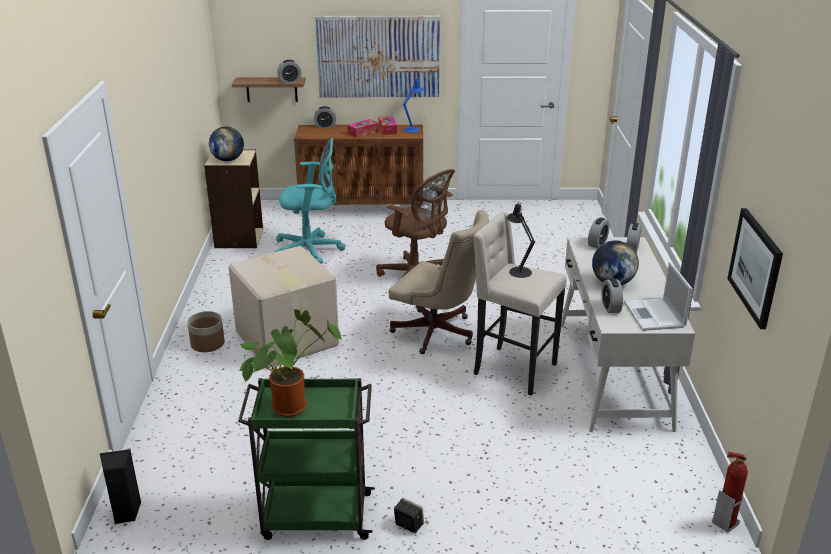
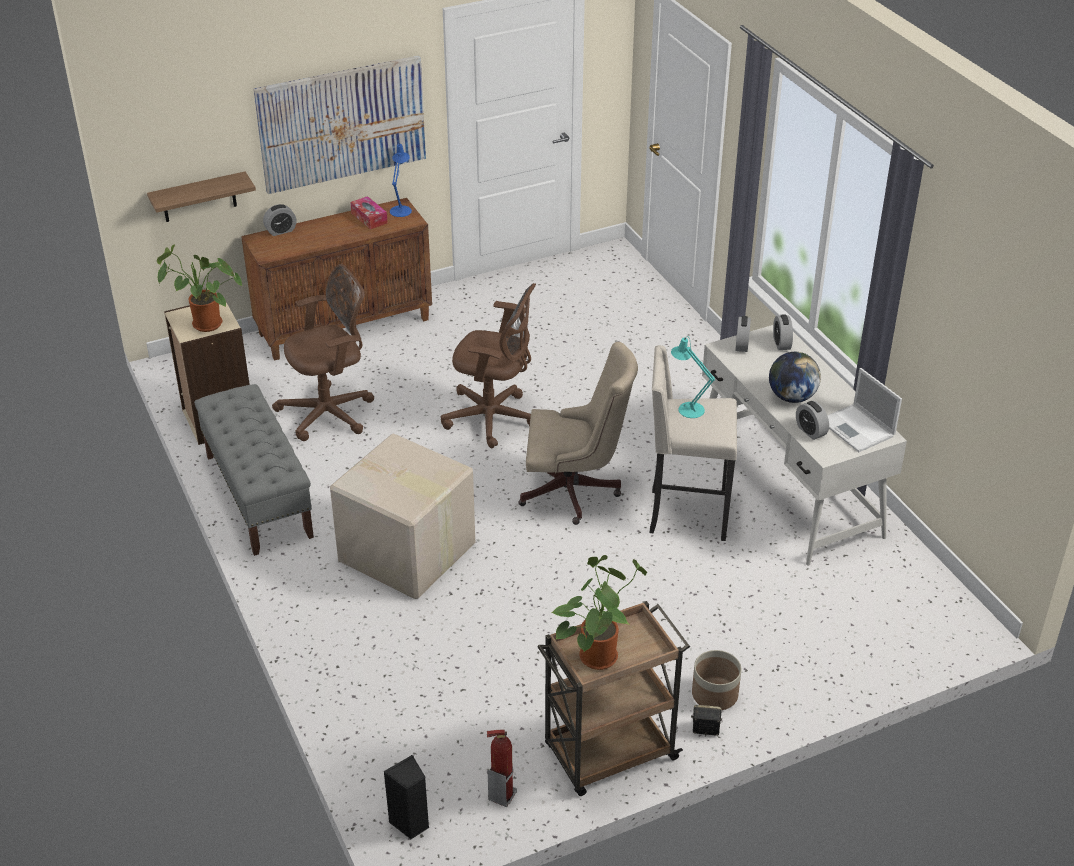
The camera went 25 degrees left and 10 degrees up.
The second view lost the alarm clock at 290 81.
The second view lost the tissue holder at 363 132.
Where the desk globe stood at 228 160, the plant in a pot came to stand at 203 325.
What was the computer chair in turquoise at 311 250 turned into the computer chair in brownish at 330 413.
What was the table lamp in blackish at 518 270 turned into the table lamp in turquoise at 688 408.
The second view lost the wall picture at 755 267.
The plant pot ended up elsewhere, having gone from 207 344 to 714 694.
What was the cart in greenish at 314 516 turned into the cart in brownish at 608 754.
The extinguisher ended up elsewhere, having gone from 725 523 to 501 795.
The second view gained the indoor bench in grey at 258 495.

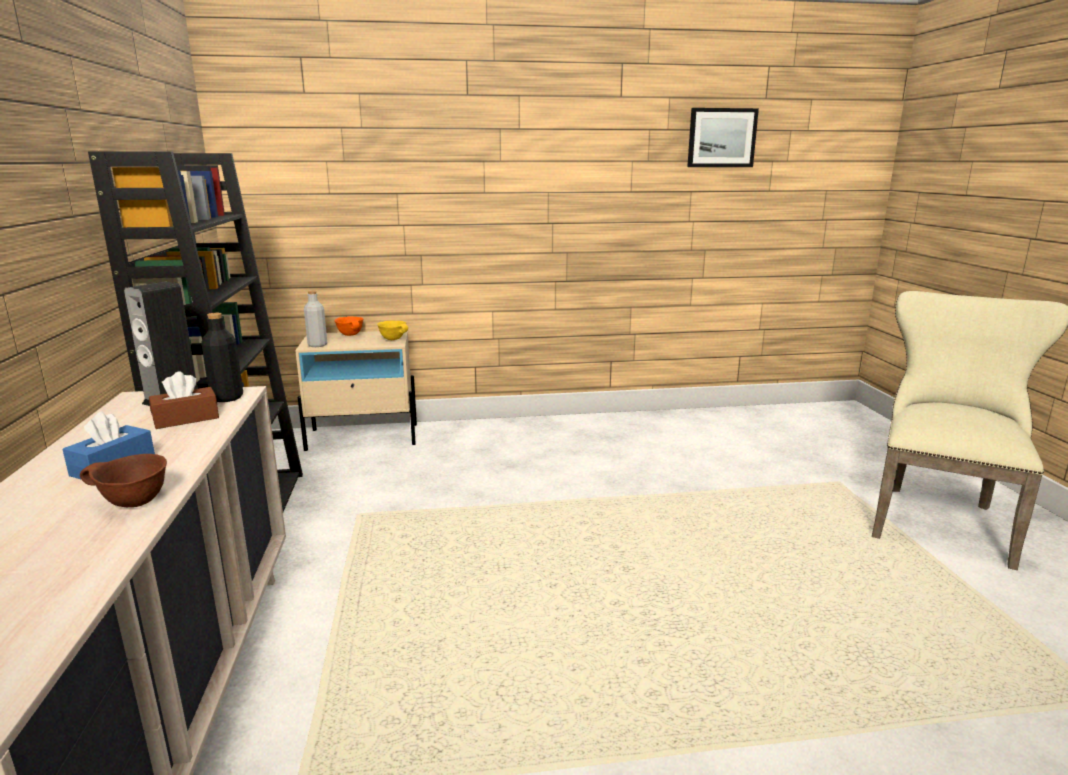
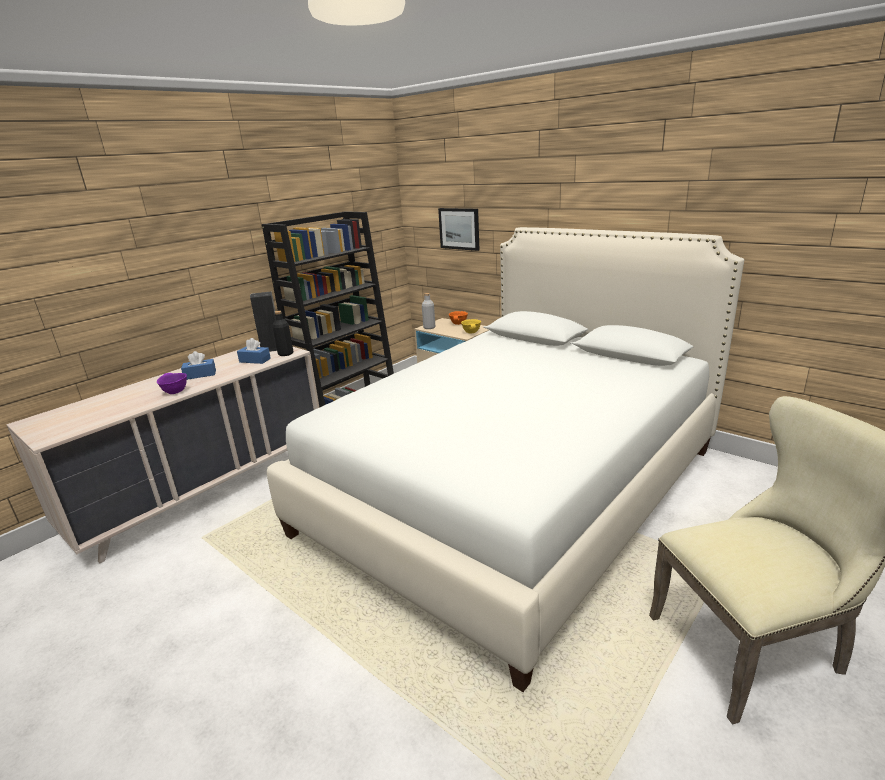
The camera went 50 degrees right and 5 degrees up.
The wall picture ended up elsewhere, having gone from 721 138 to 459 228.
What was the tissue holder in brownish at 186 419 turned into the tissue holder in bluish at 255 360.
What was the deep dish in brownish at 133 503 turned into the deep dish in purple-coloured at 174 392.
The second view gained the bed in white-coloured at 515 490.

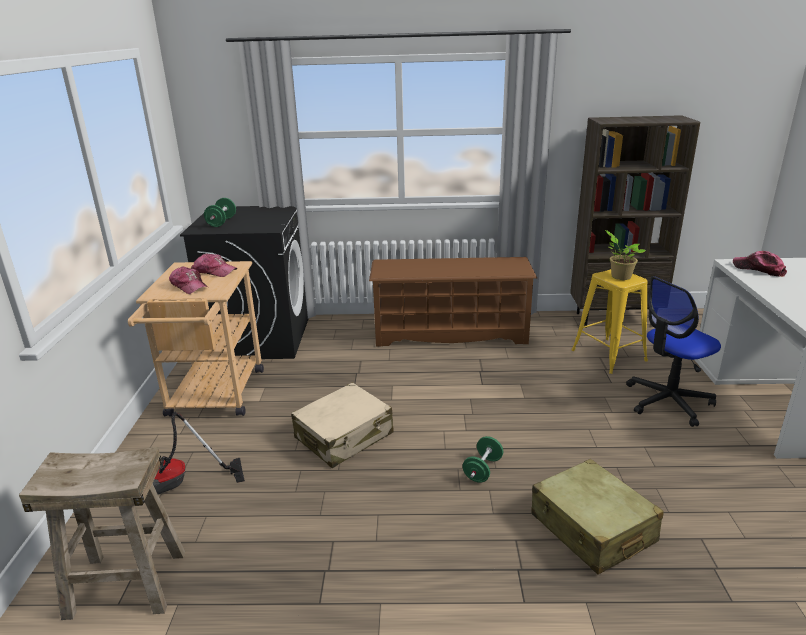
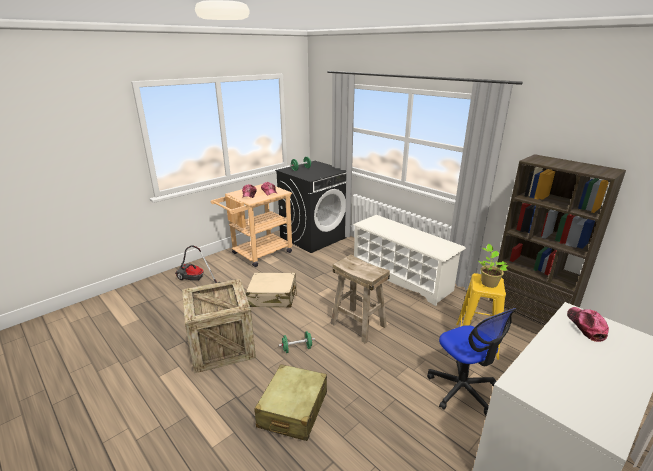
The camera went 45 degrees right and 0 degrees up.
What was the shoe rack in brownish at 451 333 turned into the shoe rack in white-coloured at 402 277.
The computer chair at 668 402 ended up facing another way, 135 degrees counterclockwise from before.
The sitting stool in beige-coloured ended up elsewhere, having gone from 126 585 to 357 325.
The second view gained the crate at 222 346.

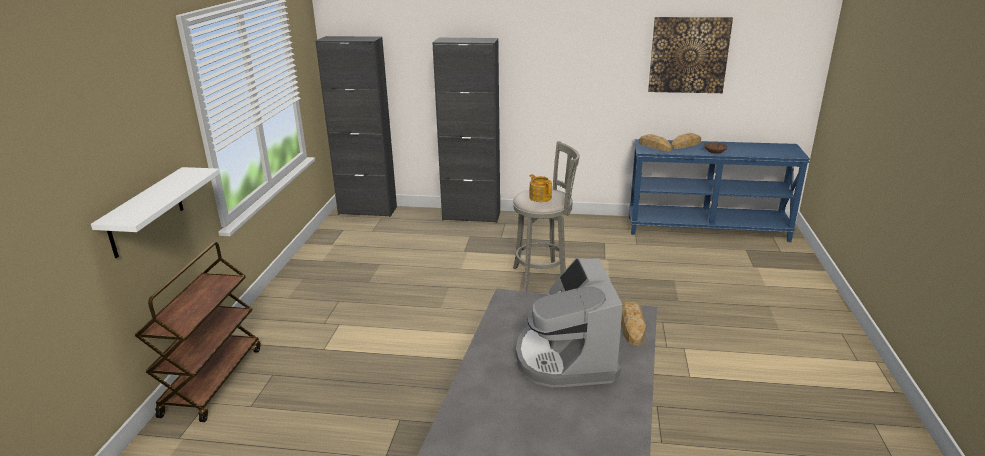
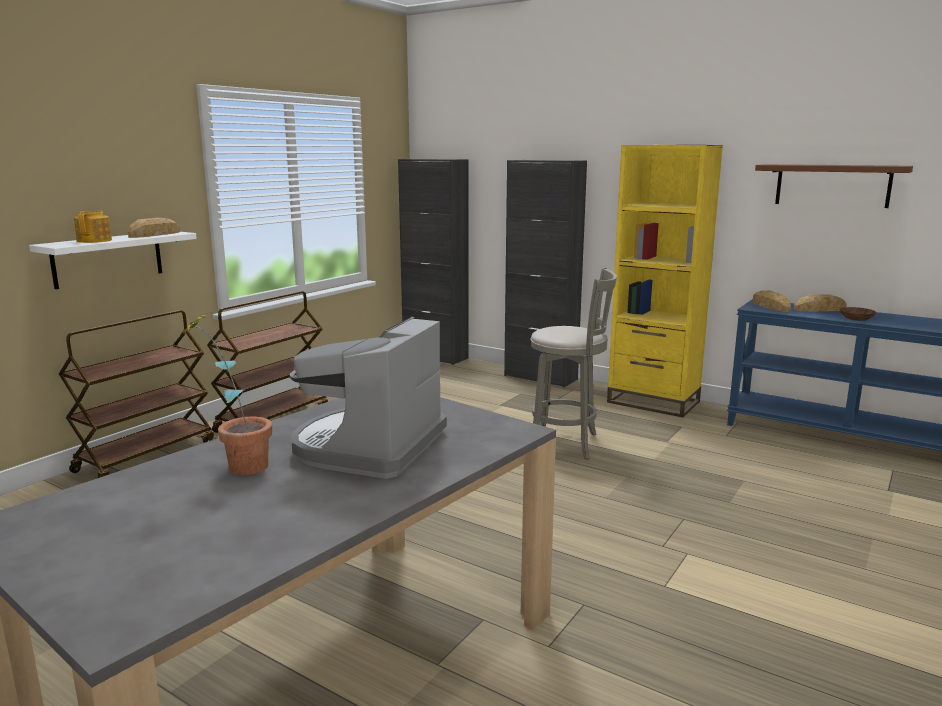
The camera went 25 degrees right and 10 degrees down.
Where the wall picture hung at 688 55, the shelf in brownish came to hang at 832 185.
The tea pot ended up elsewhere, having gone from 540 197 to 95 240.
The baked bread ended up elsewhere, having gone from 631 326 to 155 234.
The second view gained the shelving unit in yellowish at 653 402.
The second view gained the cart in brownish at 273 419.
The second view gained the plant in a pot at 236 466.

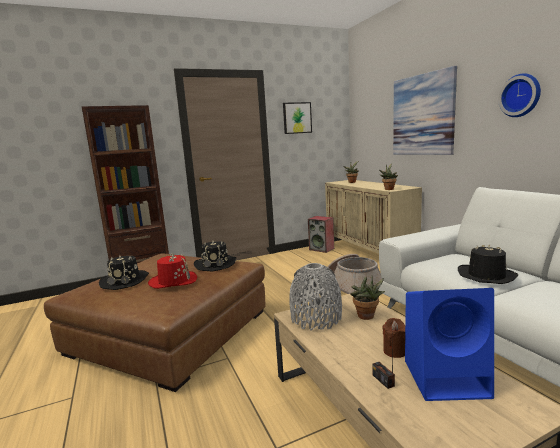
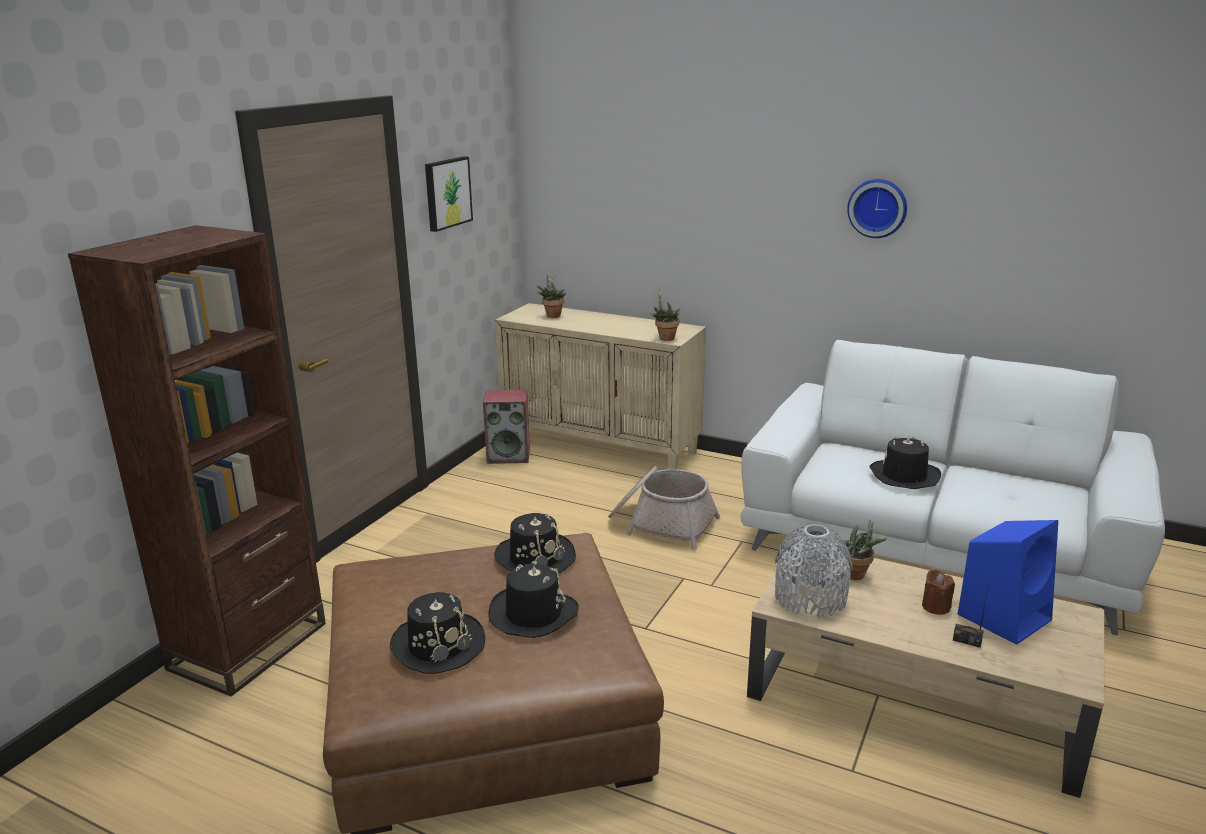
The camera went 40 degrees left and 10 degrees up.
The second view lost the wall picture at 422 115.
What was the clothing hat in red-coloured at 173 281 turned into the clothing hat in blackish at 532 614.

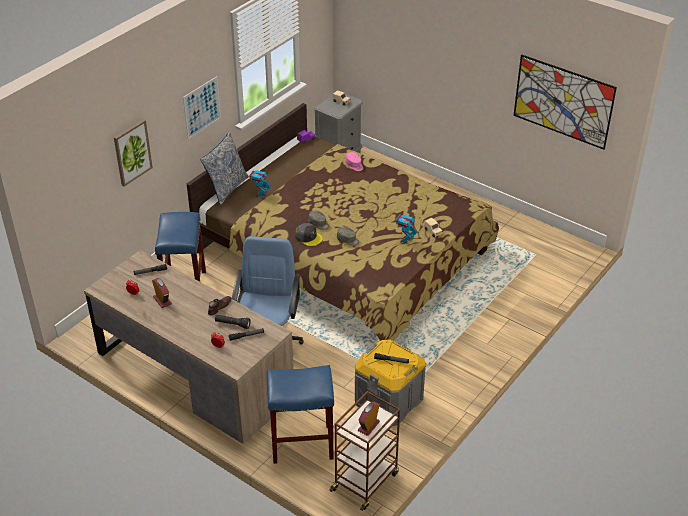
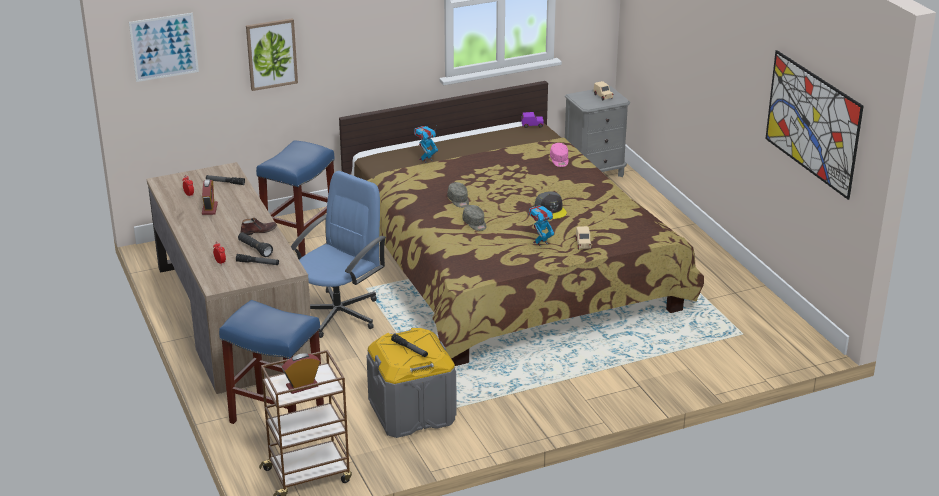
The camera went 30 degrees right and 10 degrees down.
The wall picture ended up elsewhere, having gone from 202 107 to 164 47.
The second view lost the throw pillow at 226 188.
The cap in grey ended up elsewhere, having gone from 308 237 to 550 210.

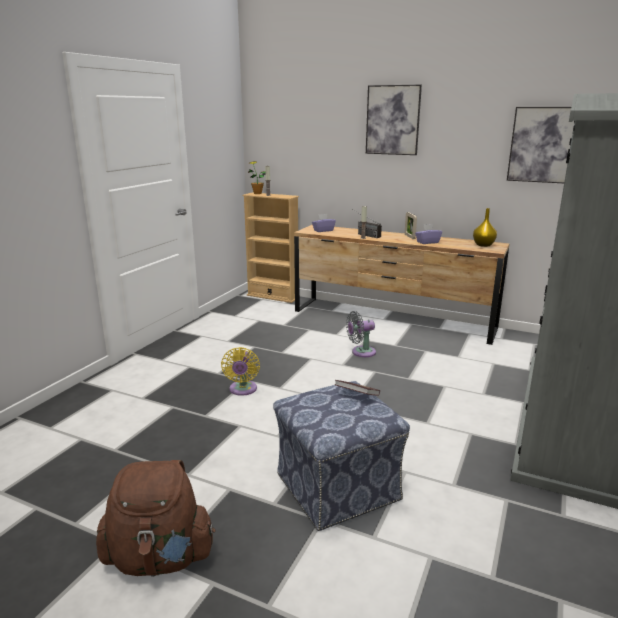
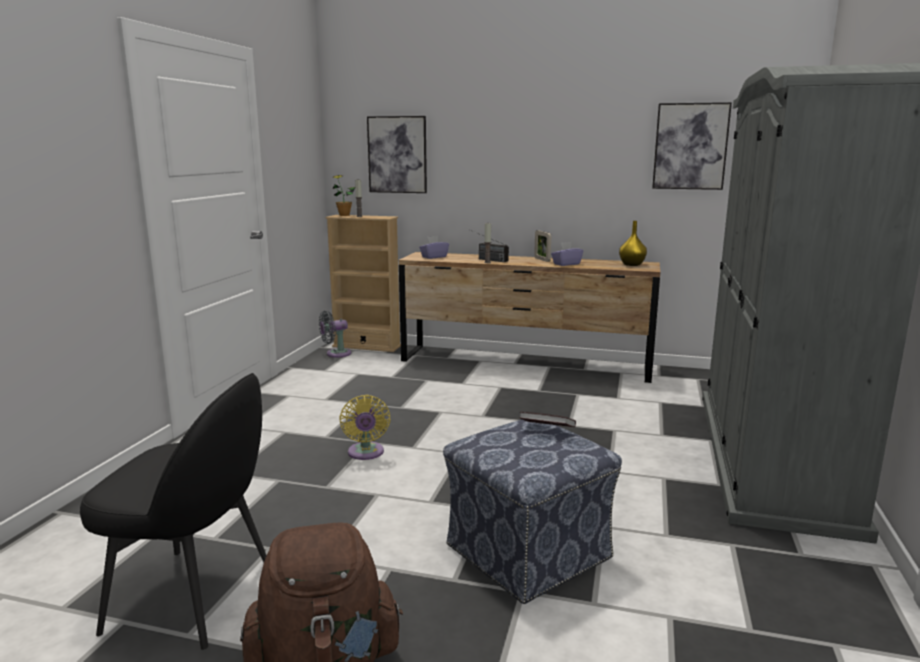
The camera went 10 degrees left and 5 degrees down.
The wall picture ended up elsewhere, having gone from 393 120 to 397 154.
The fan in grey ended up elsewhere, having gone from 361 352 to 336 354.
The second view gained the upright chair in blackish at 194 596.

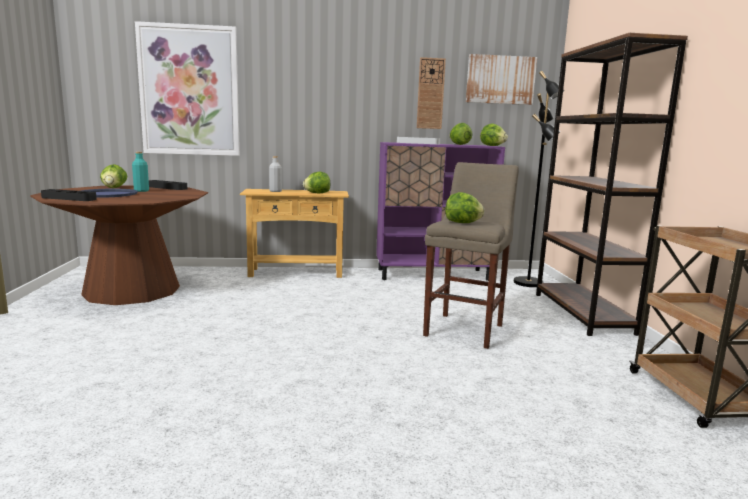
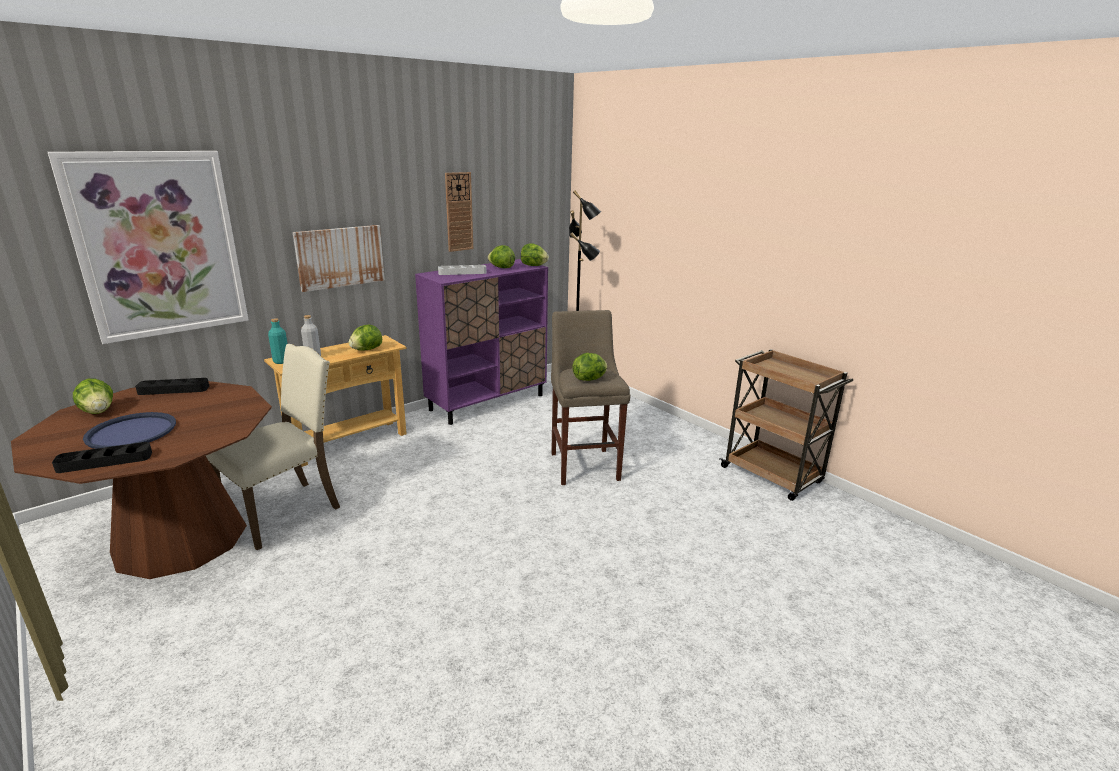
The camera went 35 degrees left and 10 degrees up.
The second view lost the shelving unit in brownish at 582 313.
The wall picture ended up elsewhere, having gone from 500 80 to 340 257.
The bottle in turquoise ended up elsewhere, having gone from 141 191 to 281 361.
The second view gained the upright chair in beige-coloured at 285 511.

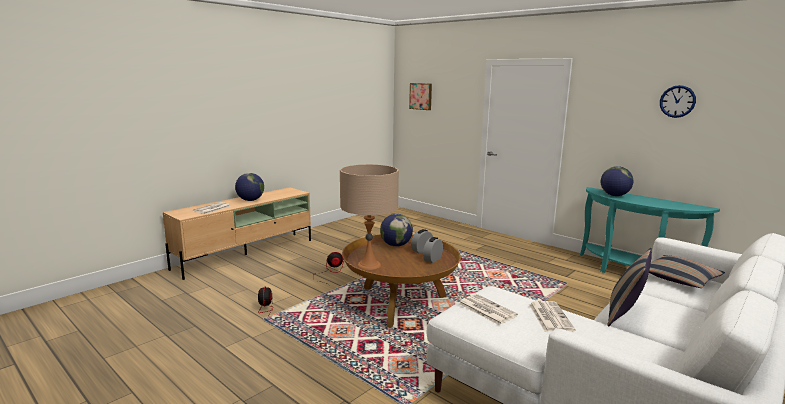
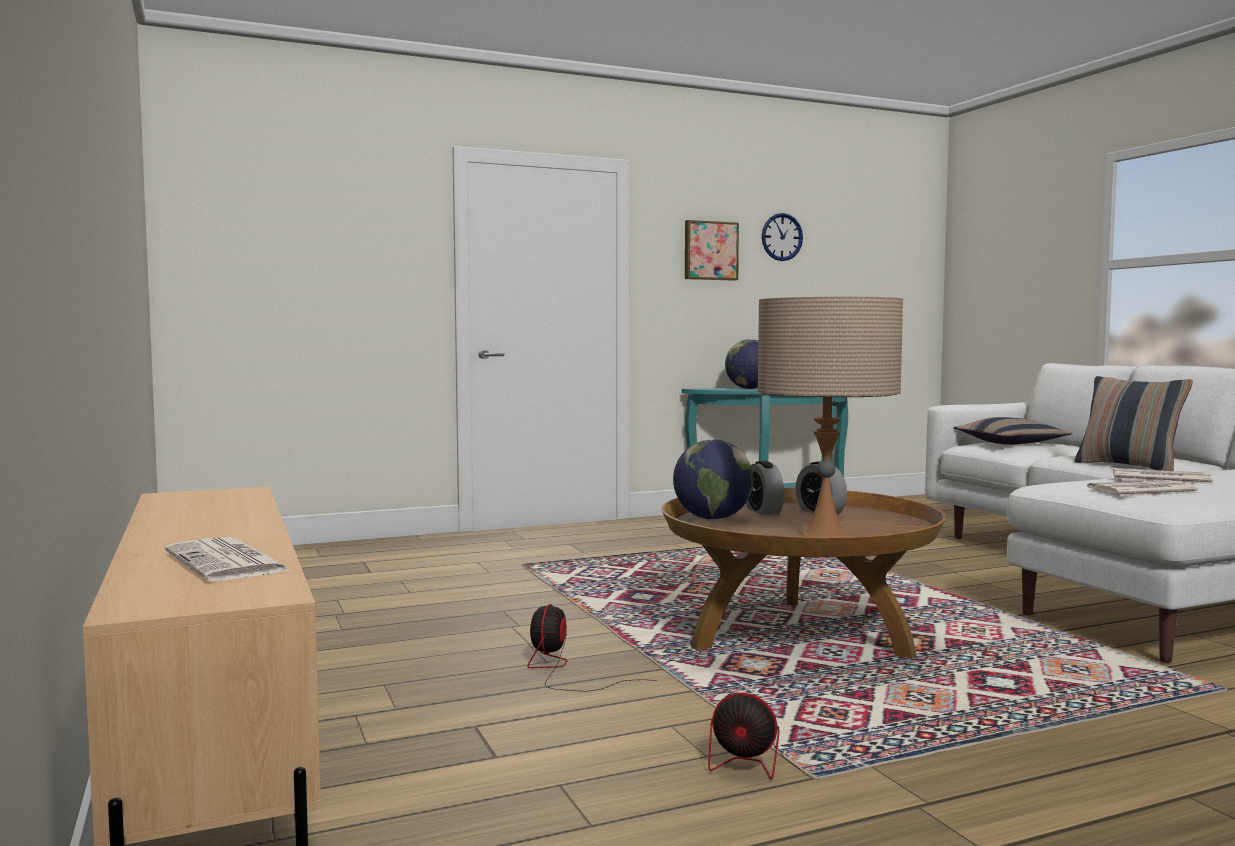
The camera went 65 degrees left and 10 degrees down.
The wall picture ended up elsewhere, having gone from 421 96 to 710 251.
The second view lost the desk globe at 250 200.

